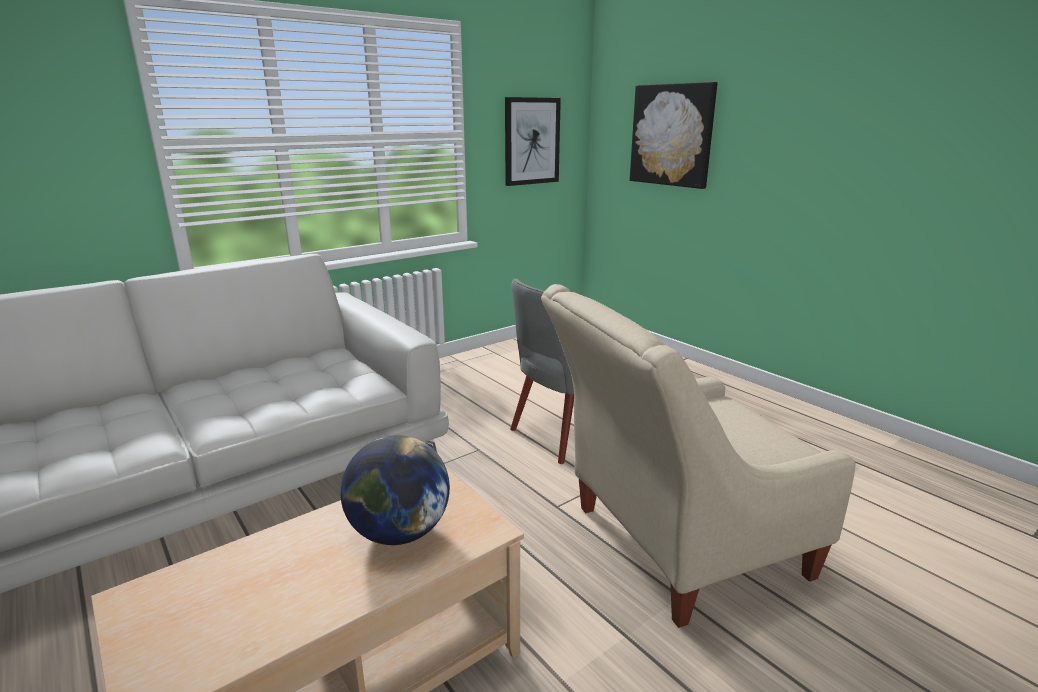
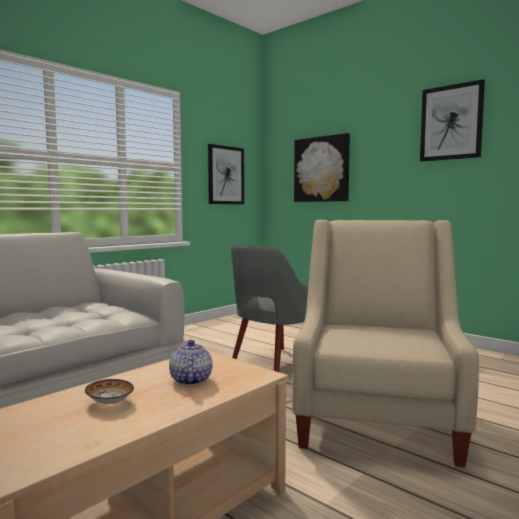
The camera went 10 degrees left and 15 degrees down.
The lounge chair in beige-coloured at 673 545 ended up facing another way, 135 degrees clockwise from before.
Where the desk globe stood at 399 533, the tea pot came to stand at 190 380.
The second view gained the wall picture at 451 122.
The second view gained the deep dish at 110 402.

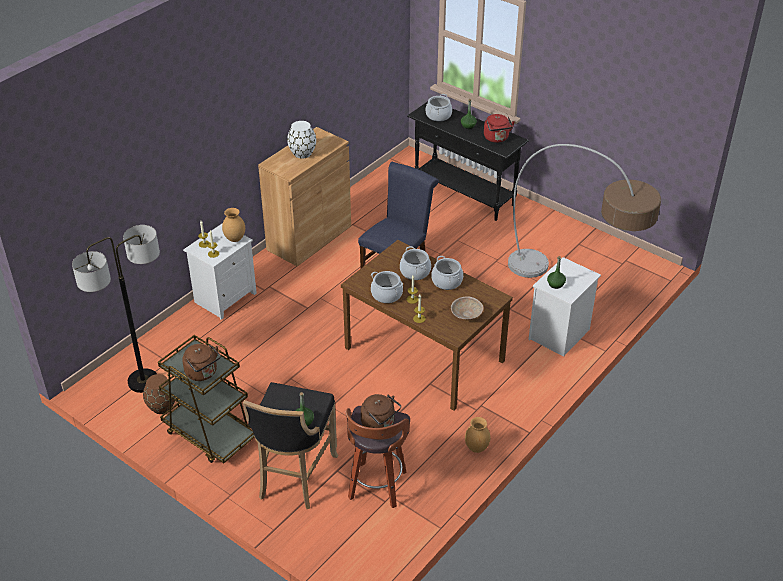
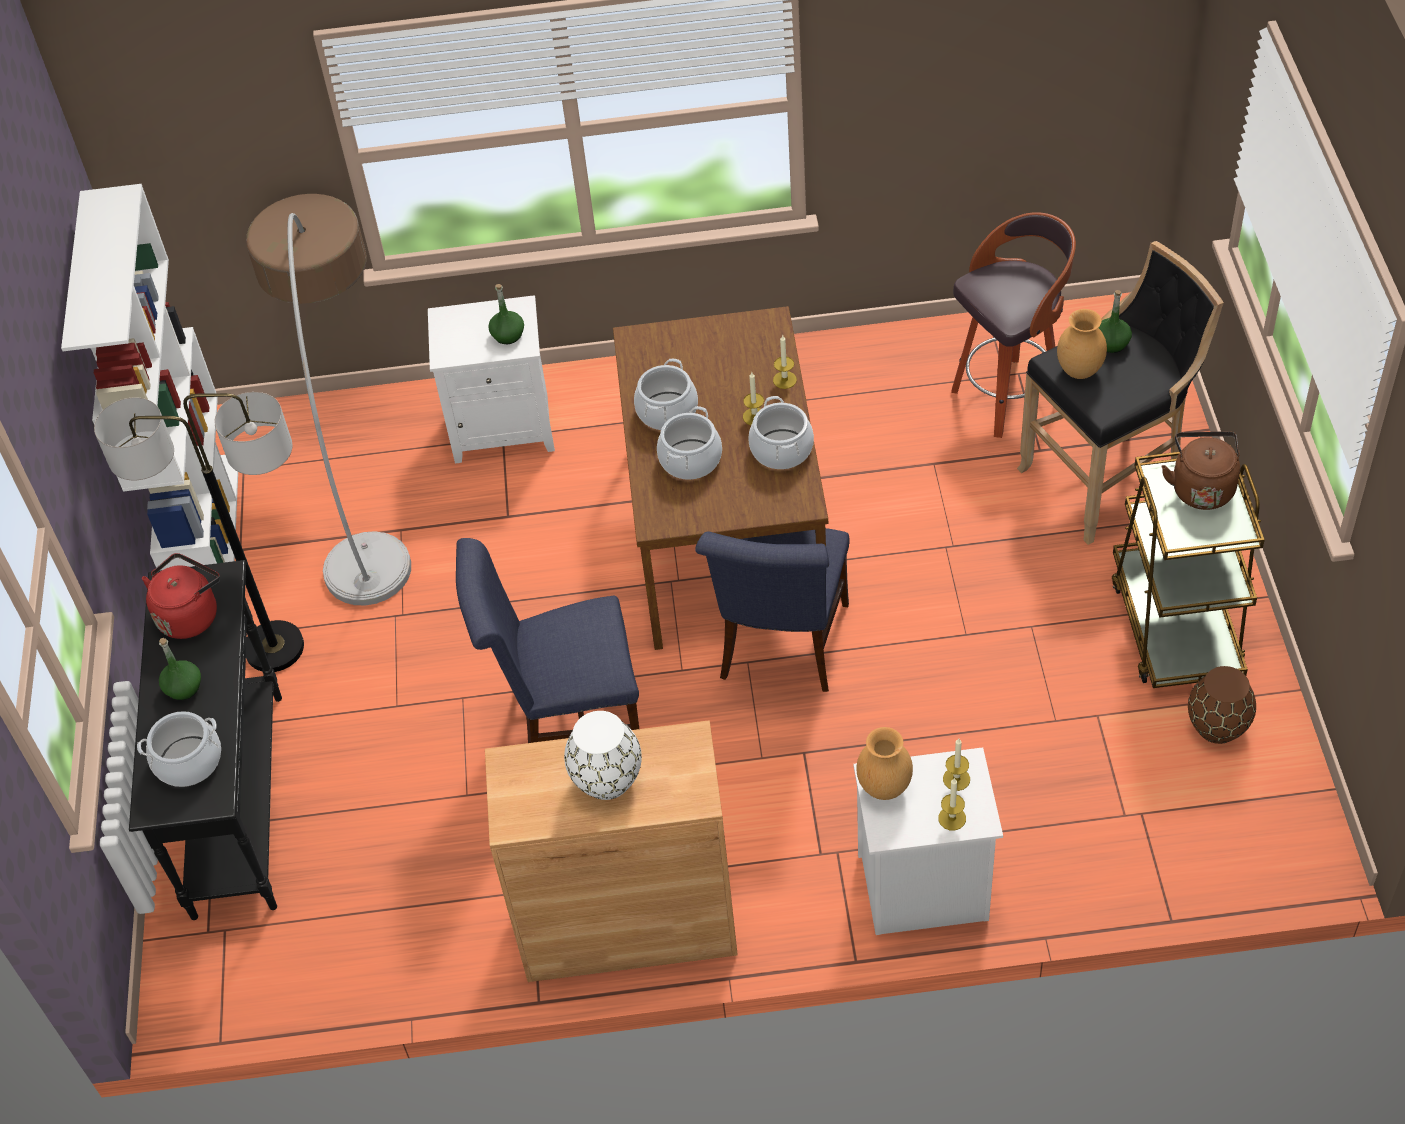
The camera went 130 degrees left and 10 degrees up.
The standing lamp ended up elsewhere, having gone from 143 381 to 274 648.
The second view lost the deep dish in beige-coloured at 466 314.
The second view lost the water kettle in brownish at 380 424.
The flower vase in brownish ended up elsewhere, having gone from 476 448 to 1079 372.
The second view gained the shelving unit in white-coloured at 207 531.
The second view gained the upright chair in bluish at 782 648.

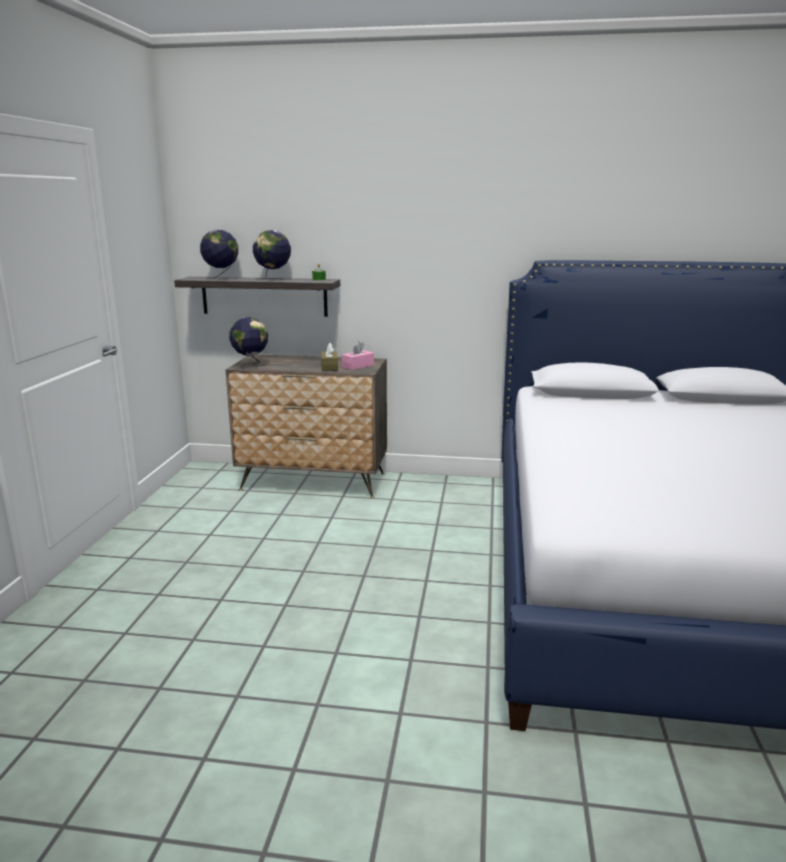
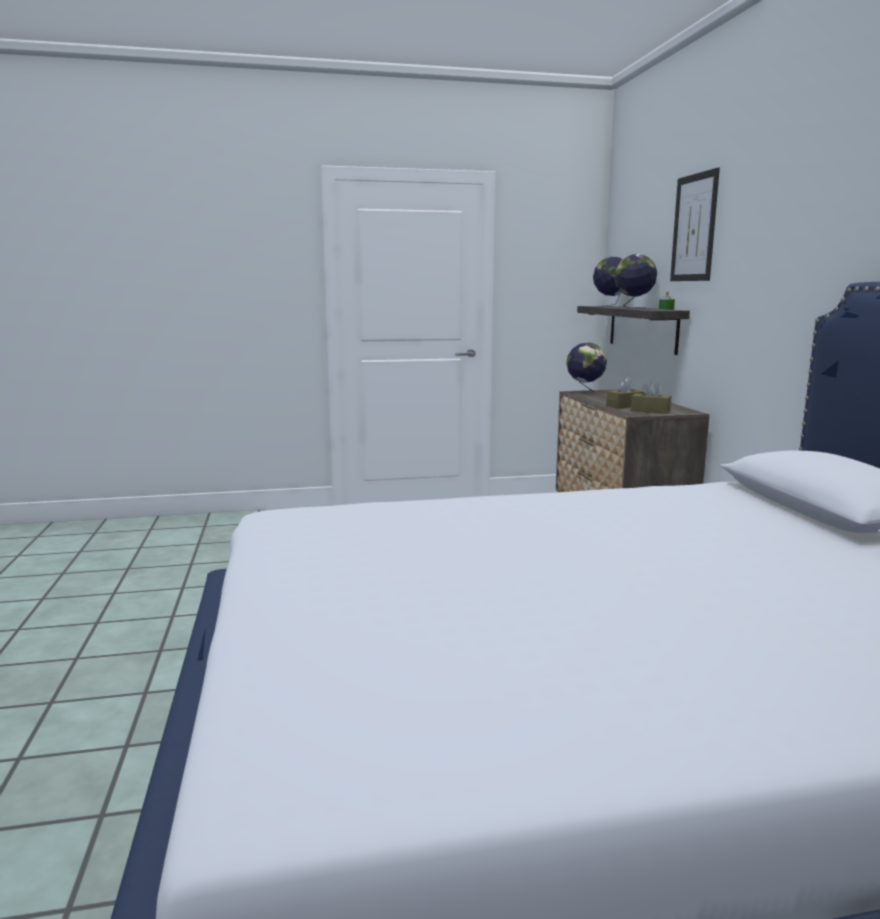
The camera went 70 degrees right and 5 degrees down.
What was the tissue holder in pinkish at 358 366 turned into the tissue holder in brownish at 650 411.
The second view gained the wall picture at 694 228.

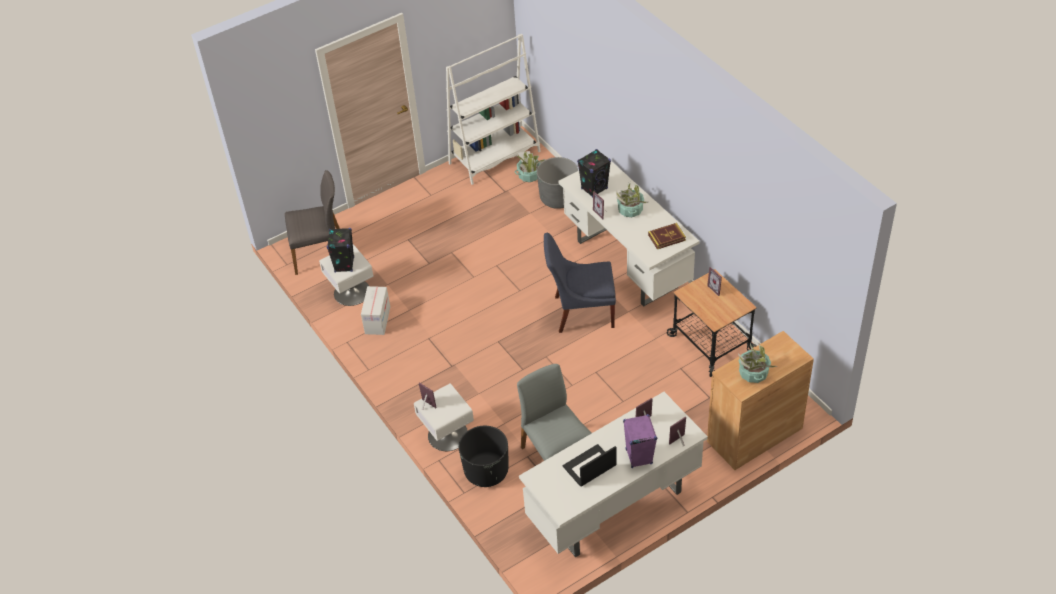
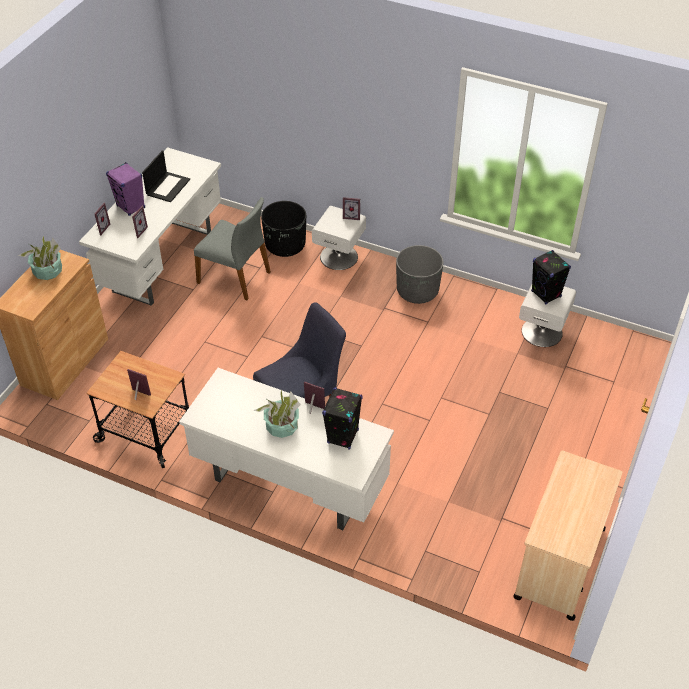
The camera went 145 degrees right and 0 degrees up.
Where the shelving unit in white-coloured stood at 495 157, the cart in beige-coloured came to stand at 559 563.
The second view lost the plant in a pot at 529 175.
The plant pot in grey ended up elsewhere, having gone from 558 198 to 417 291.
The second view lost the upright chair in grey at 320 253.
The second view lost the volume at 666 237.
The second view lost the packing box at 377 320.

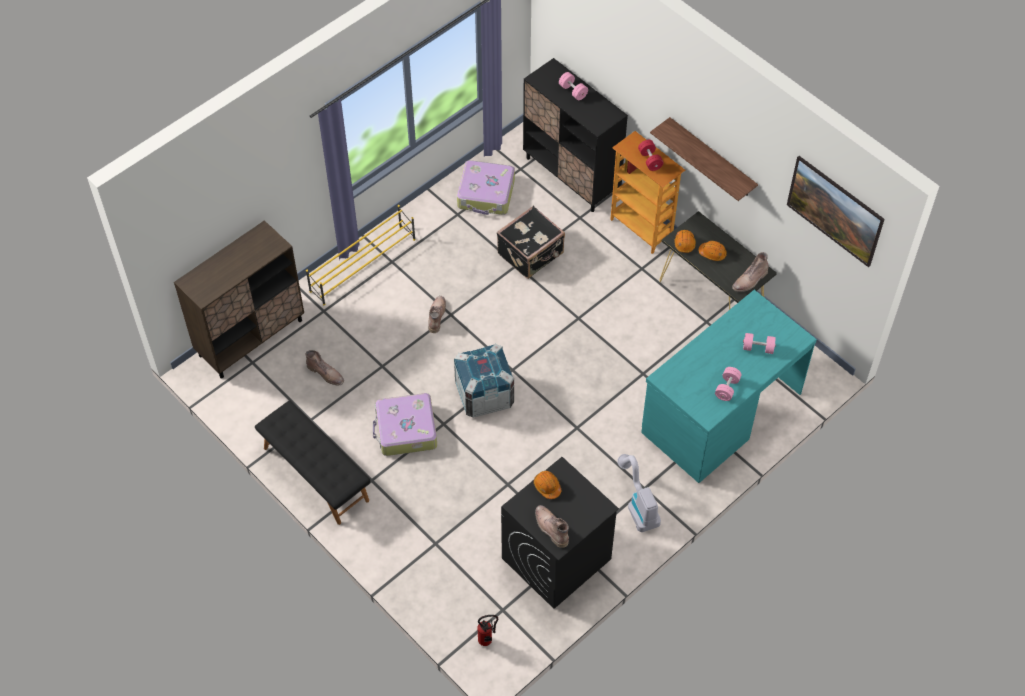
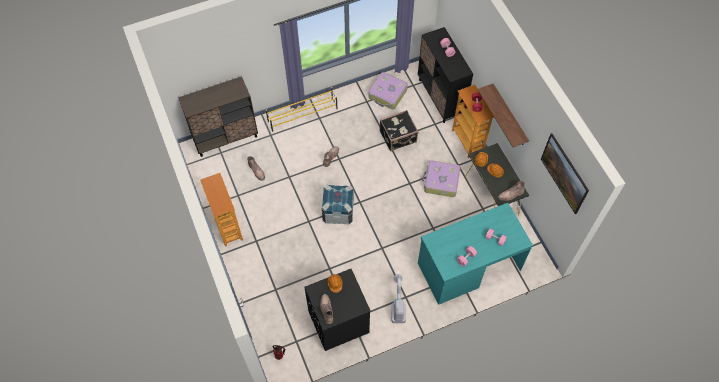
The camera went 20 degrees right and 5 degrees up.
The suitcase ended up elsewhere, having gone from 405 430 to 441 182.
Where the indoor bench in blackish stood at 315 474, the shelving unit came to stand at 227 227.

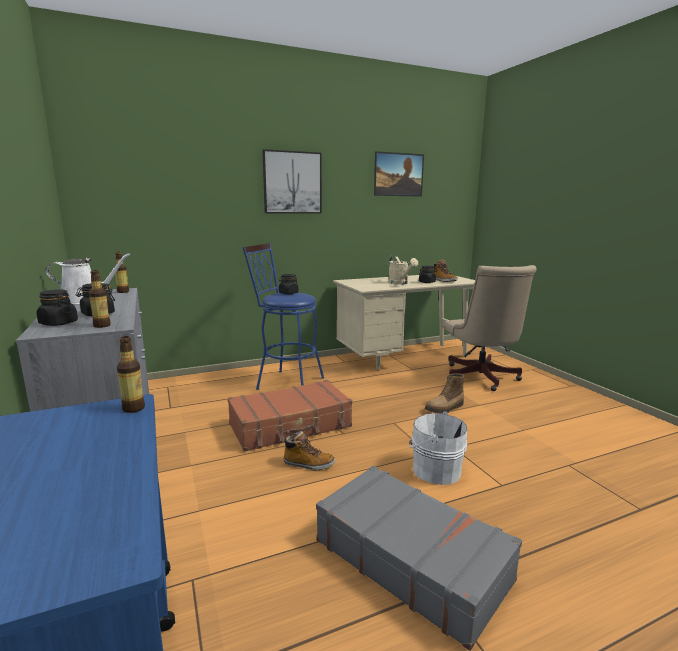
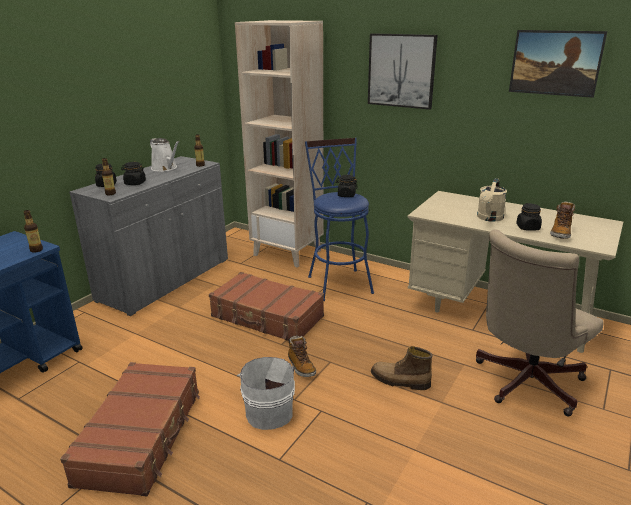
The camera went 55 degrees right and 10 degrees up.
The tall boot ended up elsewhere, having gone from 308 464 to 301 366.
What was the suitcase in grey at 411 559 turned into the suitcase in brownish at 142 436.
The second view gained the shelving unit in beige-coloured at 288 253.

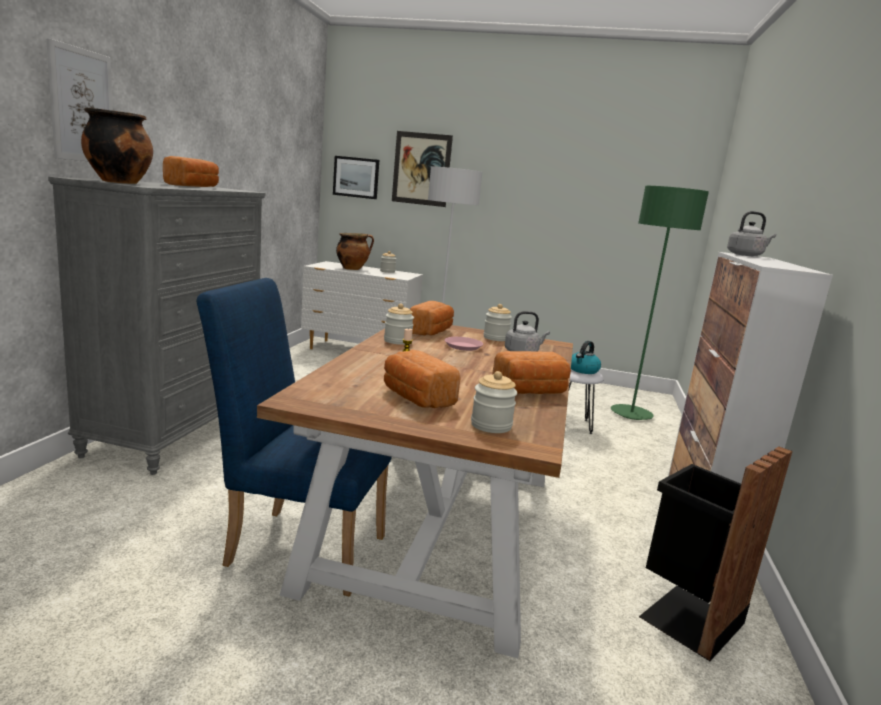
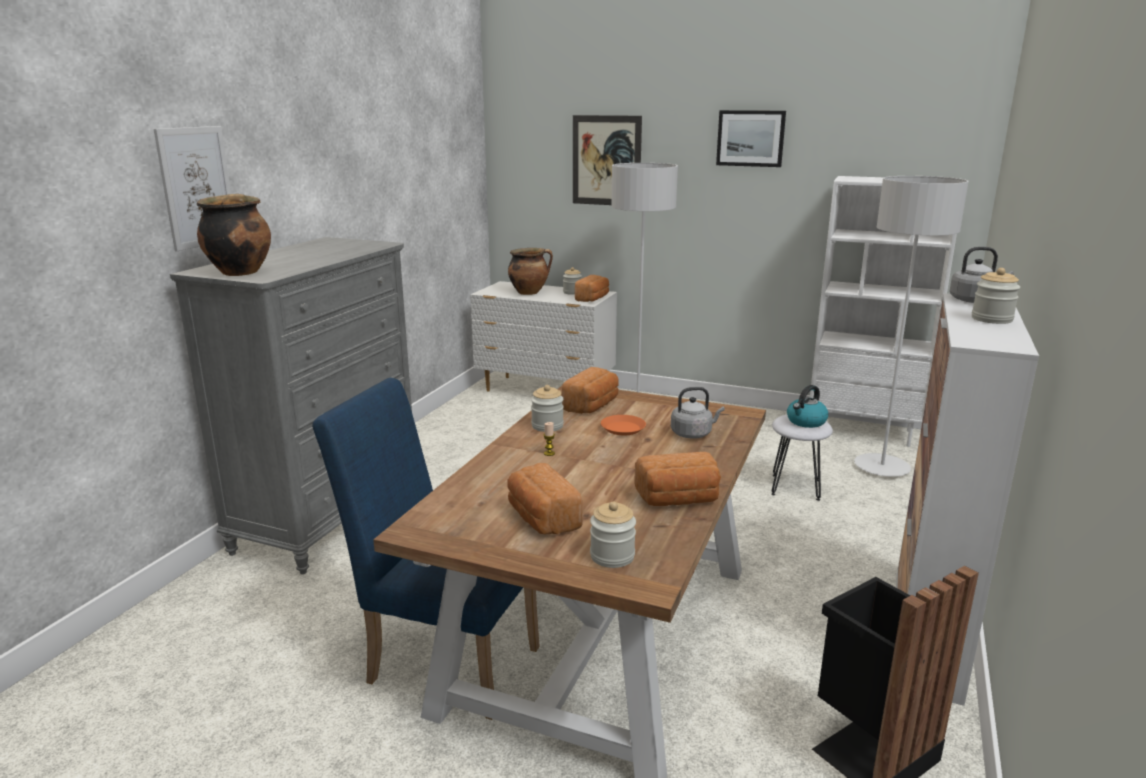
The camera went 10 degrees right and 5 degrees up.
The baked bread ended up elsewhere, having gone from 193 186 to 593 298.
The wall picture ended up elsewhere, having gone from 356 177 to 750 138.
What was the standing lamp in greenish at 631 414 turned into the standing lamp in grey at 881 467.
The storage jar ended up elsewhere, having gone from 495 338 to 991 319.
What was the flat dish in pinkish at 463 346 turned into the flat dish in orange at 623 428.
The second view gained the shelving unit in white-coloured at 864 431.

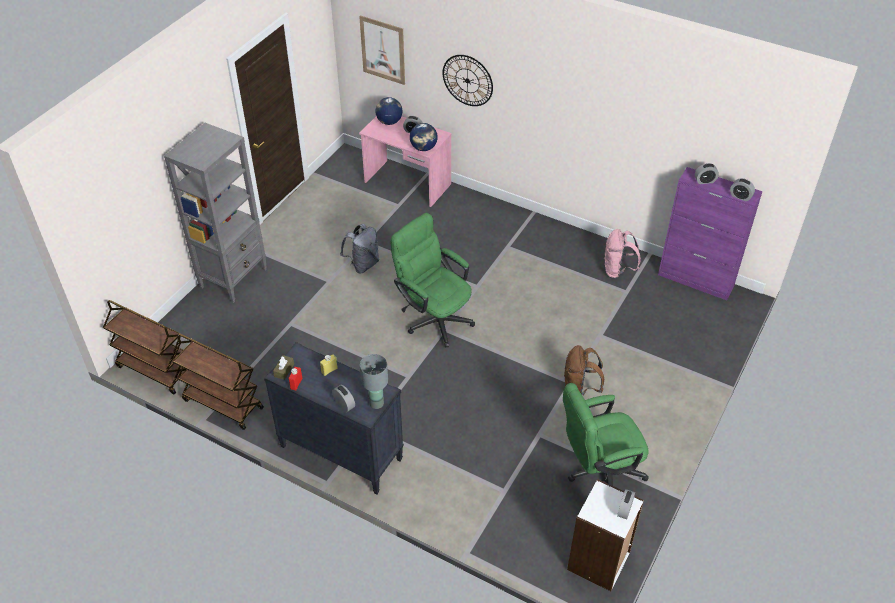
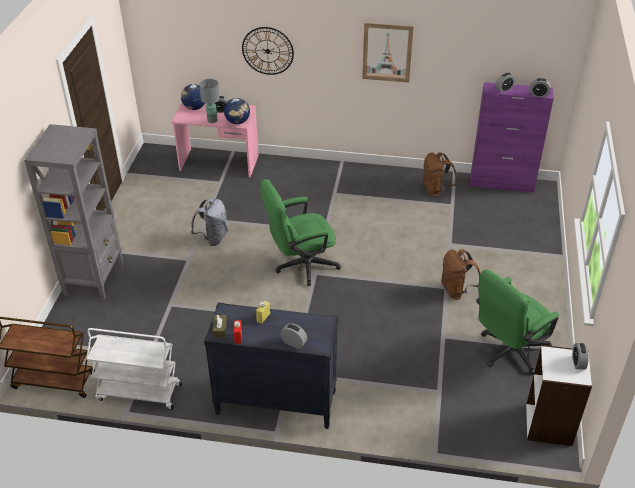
The camera went 20 degrees left and 5 degrees down.
The wall picture ended up elsewhere, having gone from 383 50 to 387 52.
The computer chair in greenish at 434 317 ended up facing another way, 45 degrees counterclockwise from before.
What was the rucksack in pinkish at 617 270 turned into the rucksack in brownish at 436 190.
What was the cart in brownish at 222 404 turned into the cart in white-coloured at 138 393.
The table lamp in grey ended up elsewhere, having gone from 376 403 to 212 120.

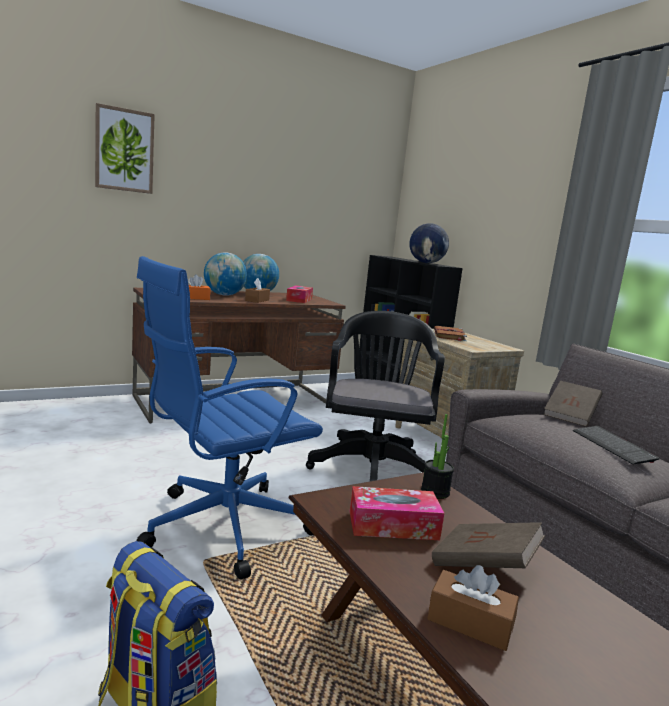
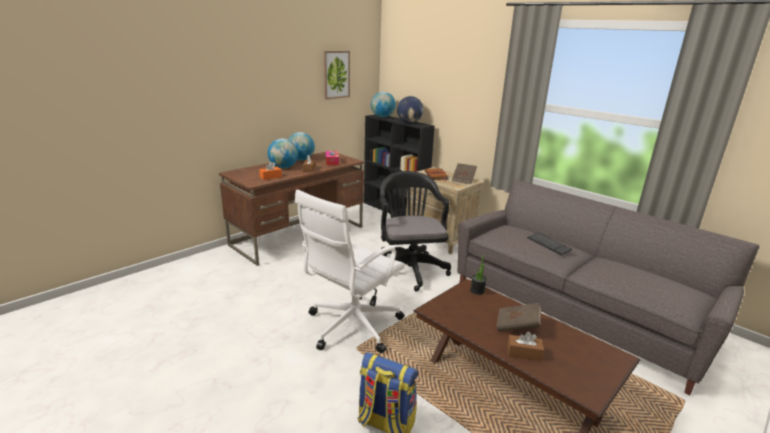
The camera went 15 degrees left and 10 degrees up.
The wall picture ended up elsewhere, having gone from 124 150 to 336 74.
What was the computer chair in bluish at 221 527 turned into the computer chair in white-coloured at 351 326.
The volume in brownish ended up elsewhere, having gone from 570 416 to 463 179.
The second view lost the tissue holder at 393 525.
The second view gained the desk globe at 382 117.

